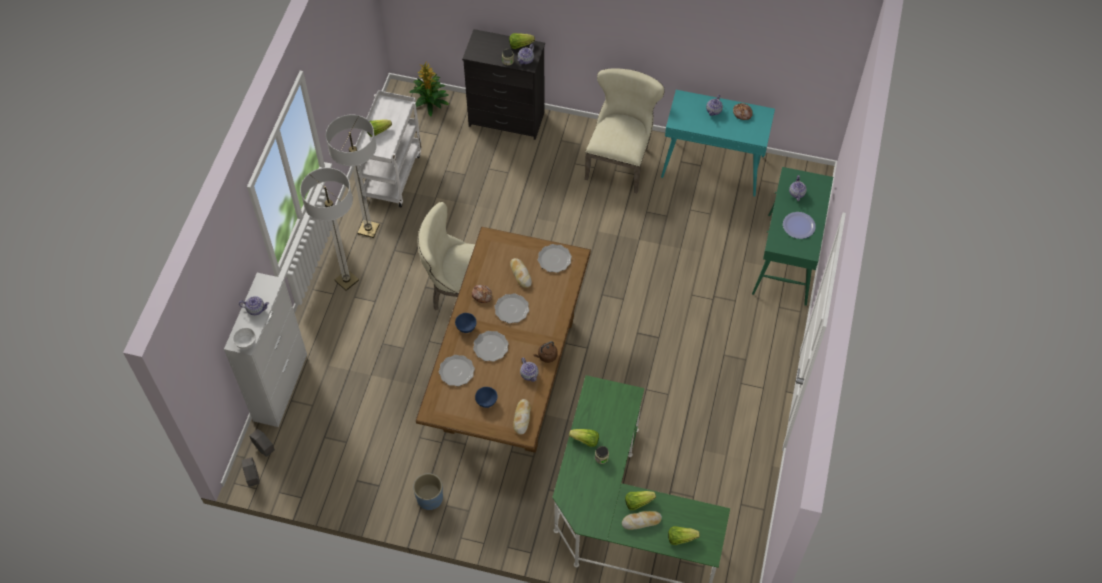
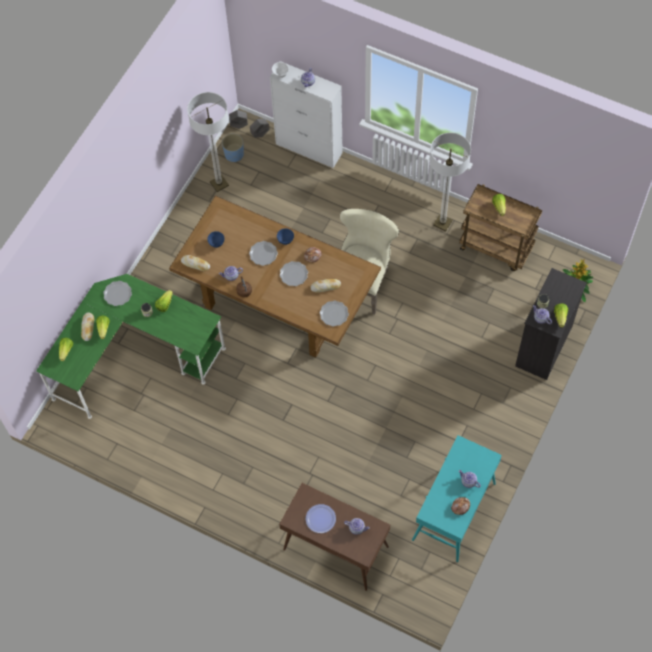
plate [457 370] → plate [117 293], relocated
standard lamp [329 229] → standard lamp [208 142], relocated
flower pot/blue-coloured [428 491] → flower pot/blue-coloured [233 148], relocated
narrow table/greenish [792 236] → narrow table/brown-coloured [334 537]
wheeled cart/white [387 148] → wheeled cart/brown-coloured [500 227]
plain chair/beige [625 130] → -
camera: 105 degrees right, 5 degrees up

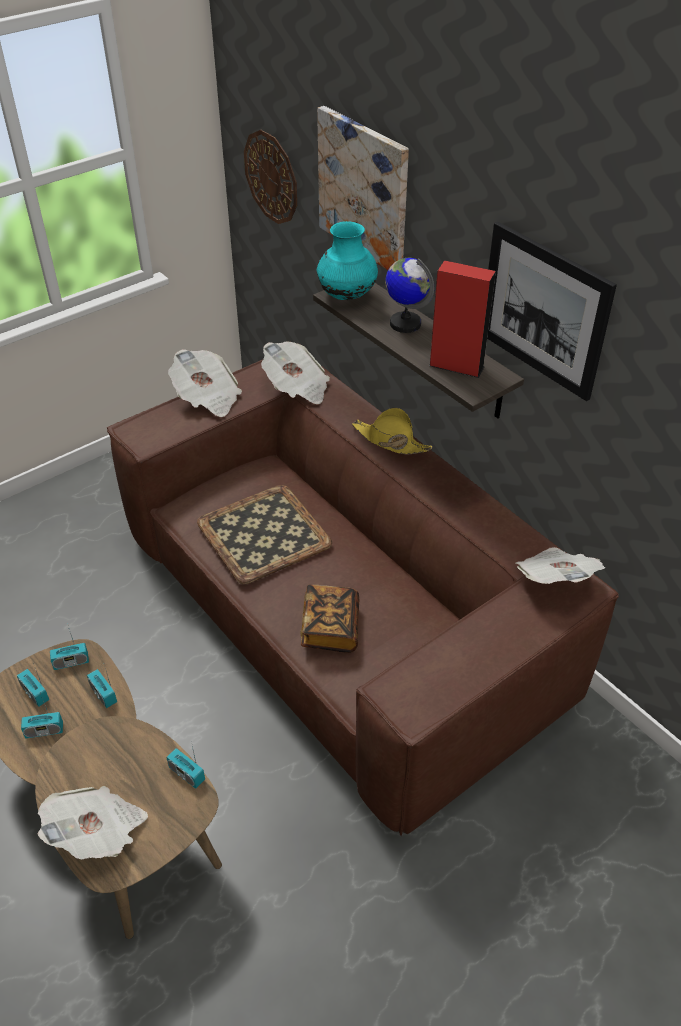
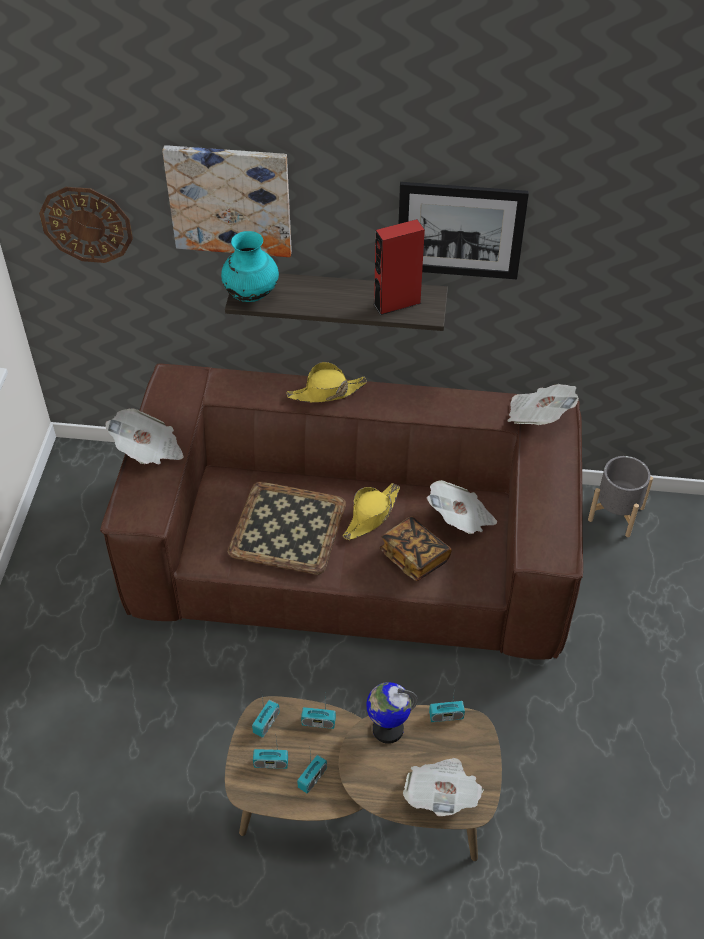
- → hat/yellowish [371 511]
globe [409 295] → globe [392 713], relocated
printed paper [295 373] → printed paper [461 507], relocated
- → flower pot/greyish [620 496]
camera: 45 degrees left, 5 degrees up

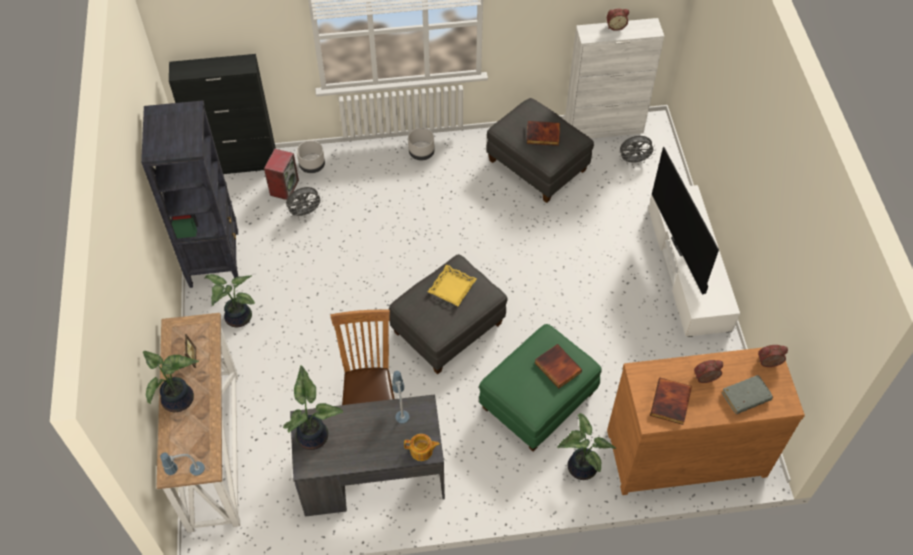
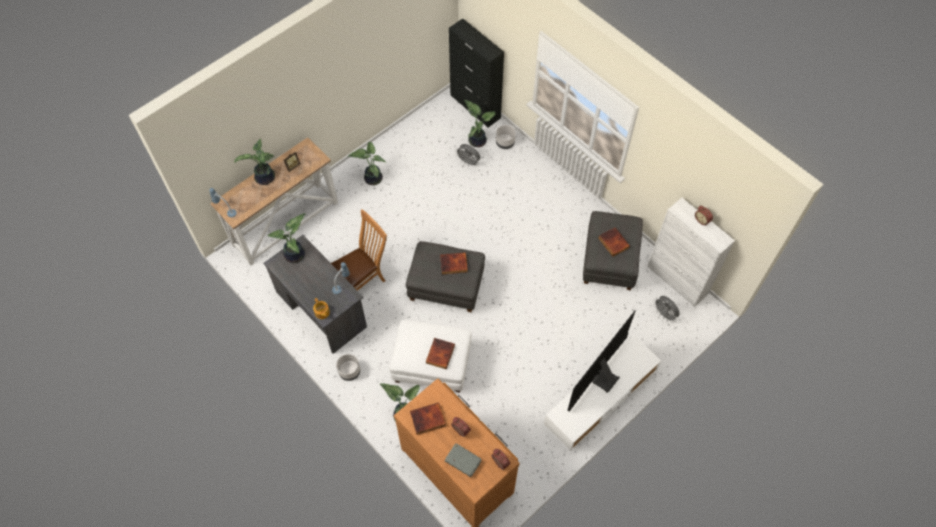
flower pot/greyish [421 144] → flower pot/greyish [348 367], relocated
ottoman/greenish [540 387] → ottoman/white [430 356]
carrying tray/yellowish [452 285] → volume [454 263]
audio speaker [281 174] → potted plant [480 123]
shelving unit/blackish [189 194] → -
camera: 55 degrees right, 5 degrees up

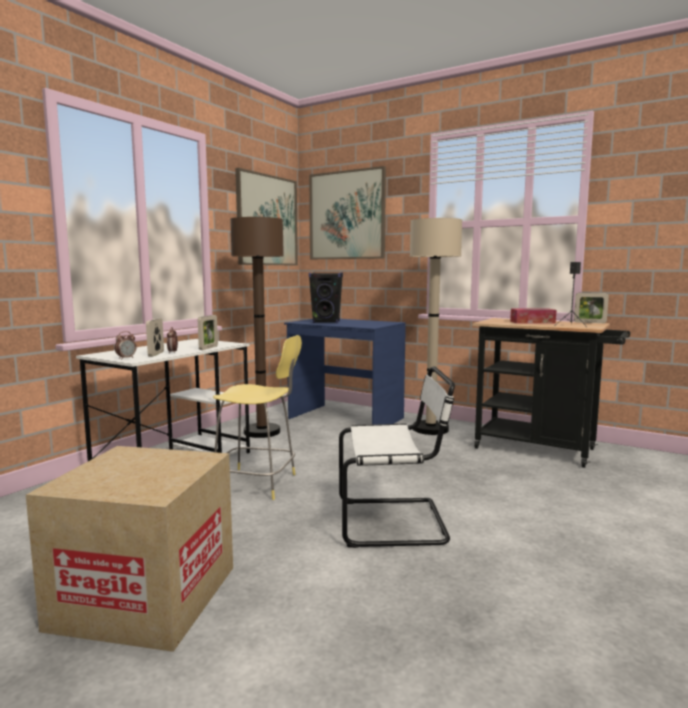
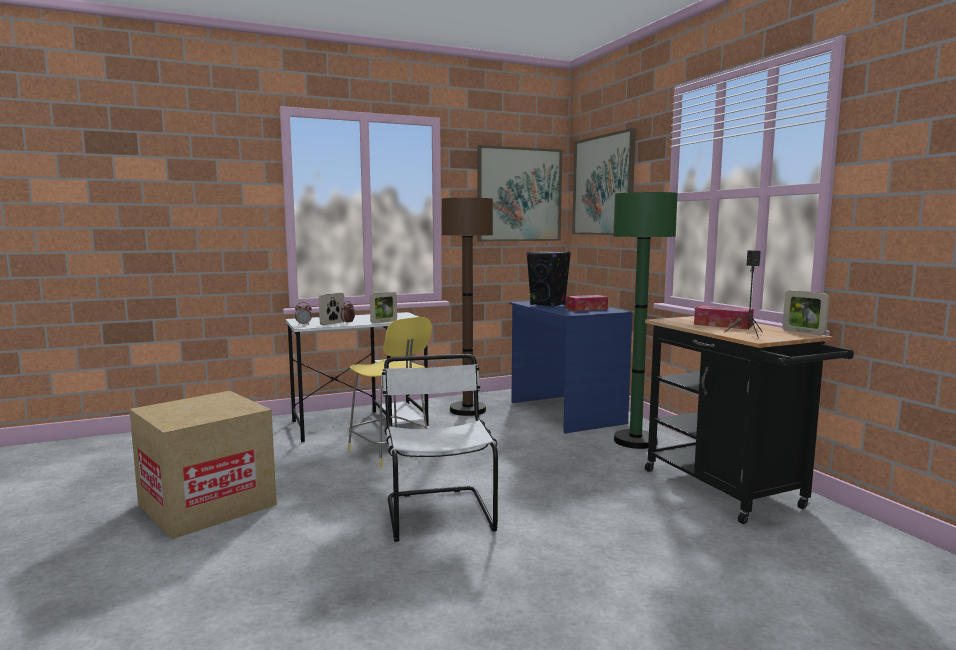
plain chair/white [397 457] → plain chair/white [440 448], 135 degrees counterclockwise
- → tissue holder [587 303]
standard lamp/beige [436 326] → standard lamp/greenish [645 320]
camera: 35 degrees right, 0 degrees up

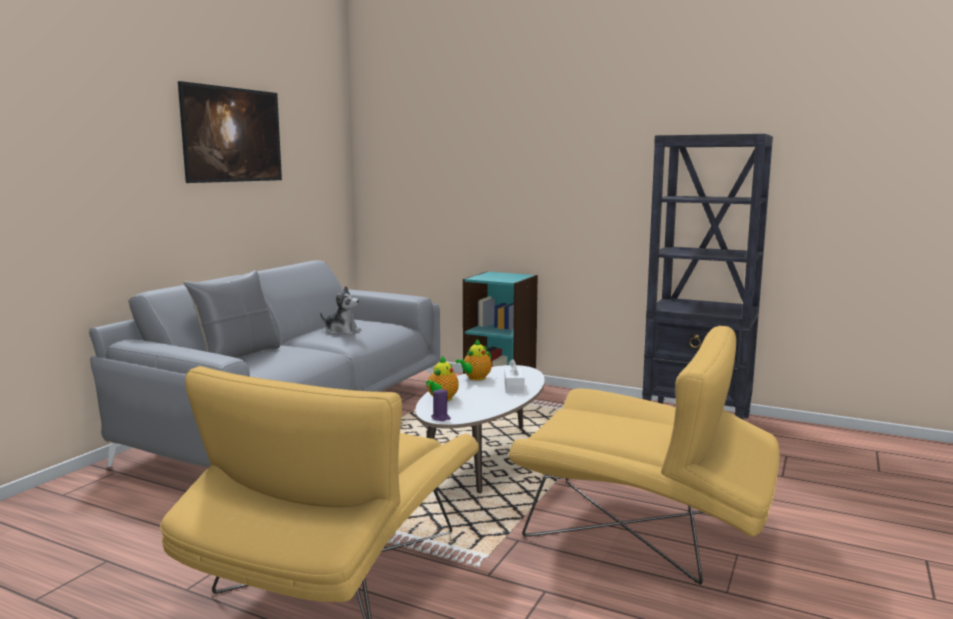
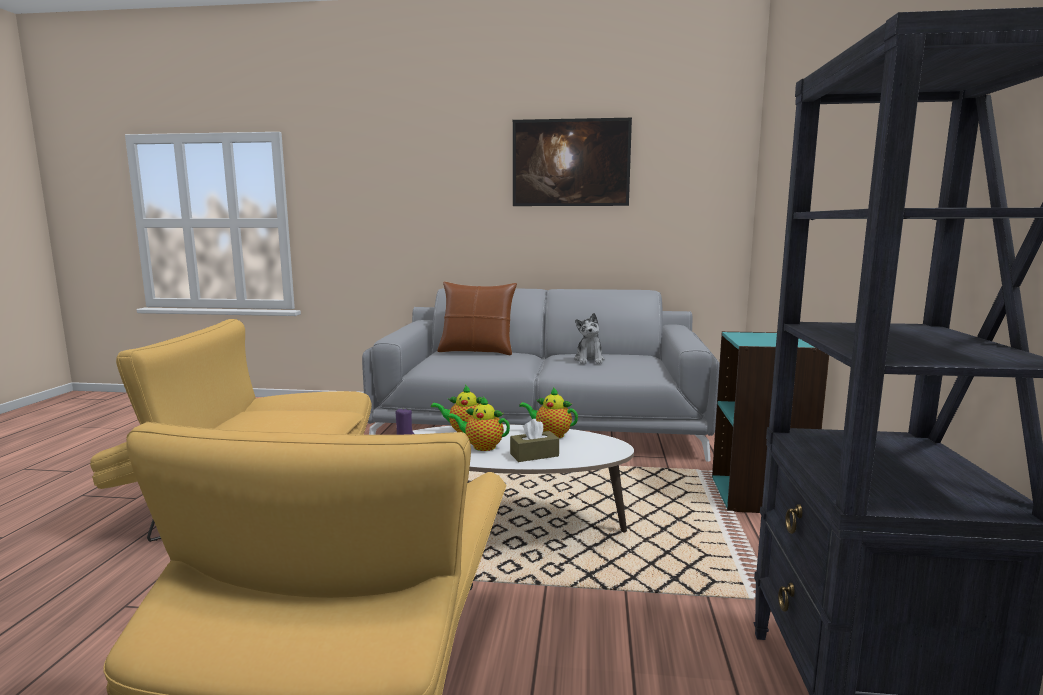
throw pillow/greyish [231 314] → throw pillow/brown-coloured [477 318]
- → teapot [478 424]
tissue holder/white [514 376] → tissue holder/brown-coloured [534 440]
camera: 70 degrees right, 0 degrees up

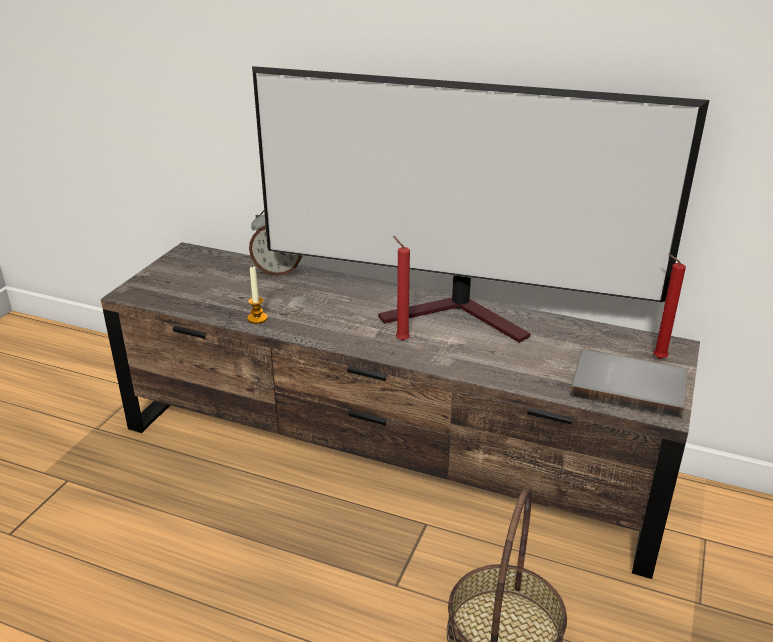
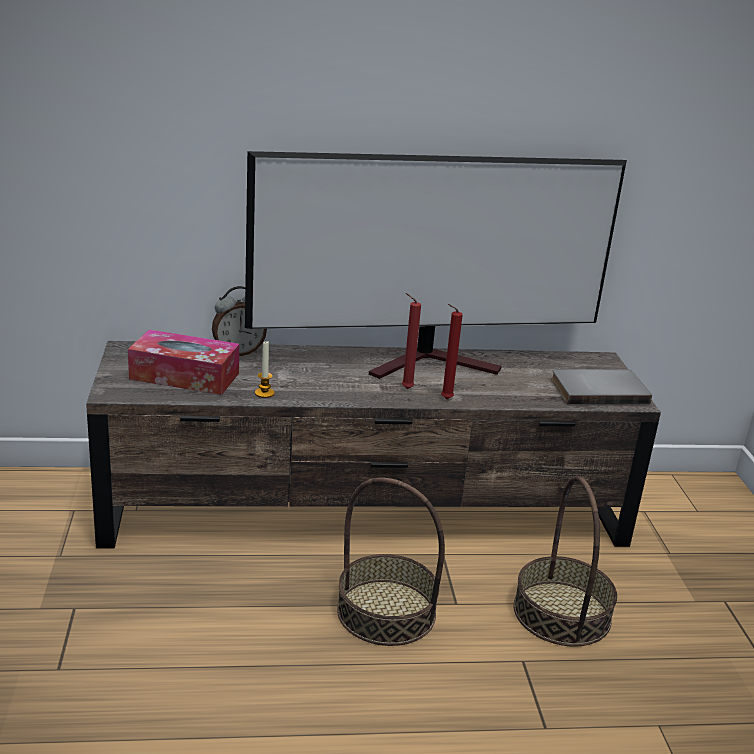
- → tissue holder [183 362]
- → household basket [391 562]
wax candle/red-coloured [669 306] → wax candle/red-coloured [452 351], relocated
camera: 30 degrees left, 5 degrees down

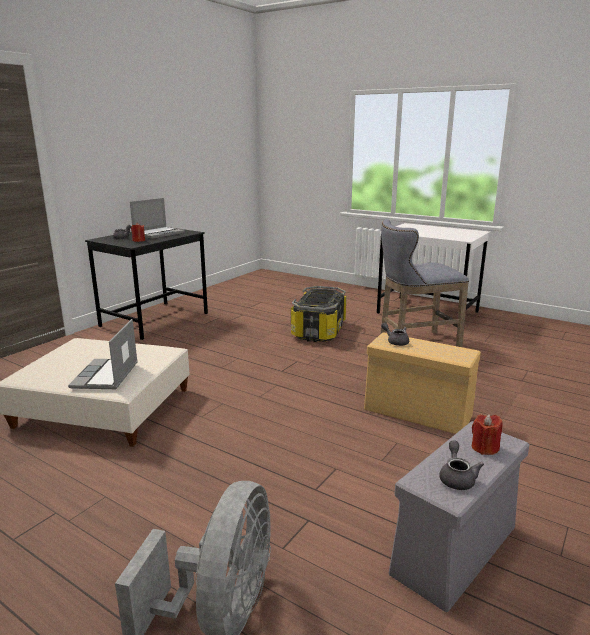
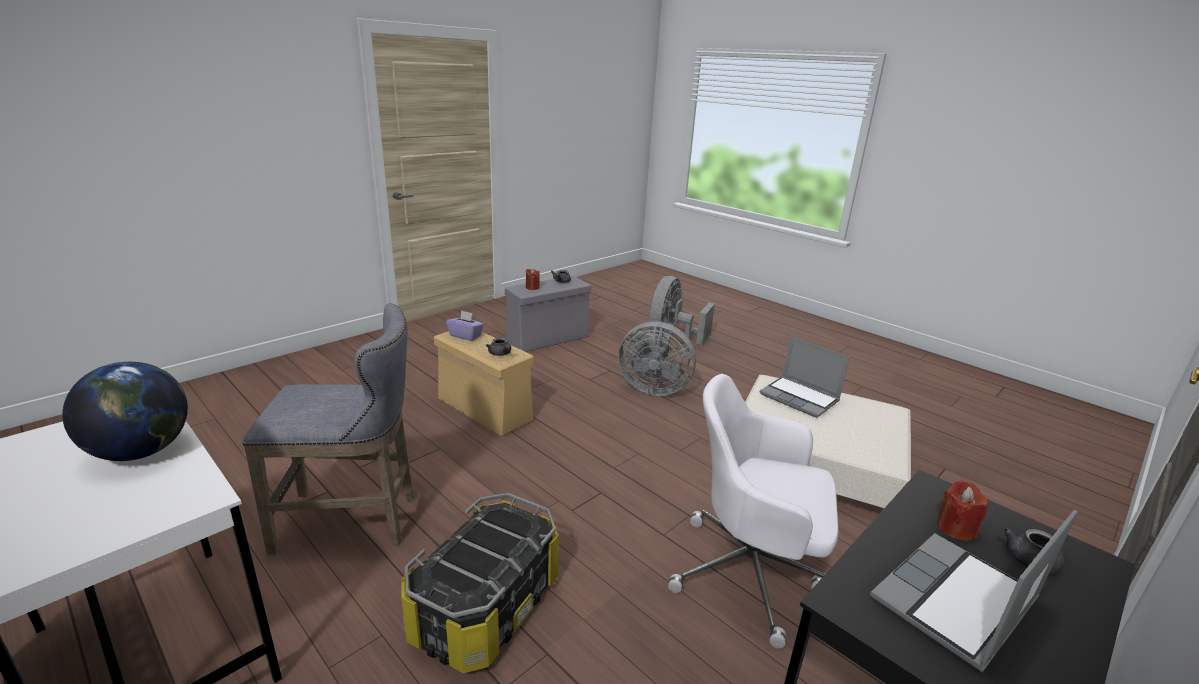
- → globe [125 411]
- → tissue holder/purple-coloured [465 325]
- → cooling fan/greyish [657 358]
- → desk chair/white [753 511]
notebook computer [103 354] → notebook computer [805 377], 120 degrees clockwise
camera: 170 degrees left, 5 degrees up

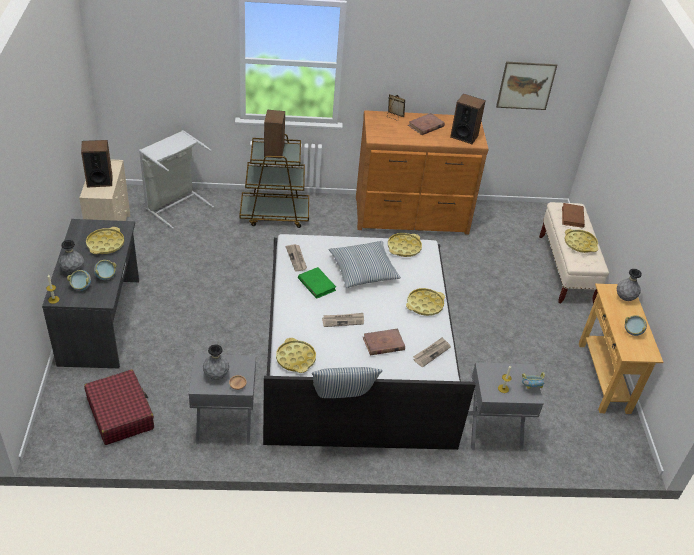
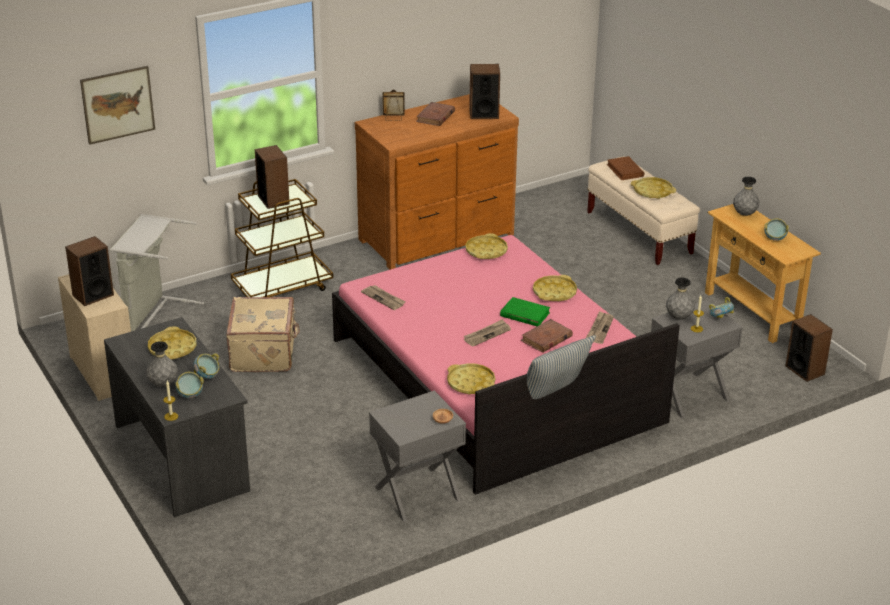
wall art [526 86] → wall art [117 105], relocated
- → suitcase/beige [263 334]
bedroom bed/white [369 342] → bedroom bed/pinkish [506 365]
volume/greenish [317 283] → volume/greenish [525 311], relocated
decorative vase/greyish [216 362] → decorative vase/greyish [680 299], relocated
- → audio speaker [809 348]
suitcase/red-coloured [119 407] → -
throw pillow [365 264] → -
camera: 25 degrees left, 10 degrees down

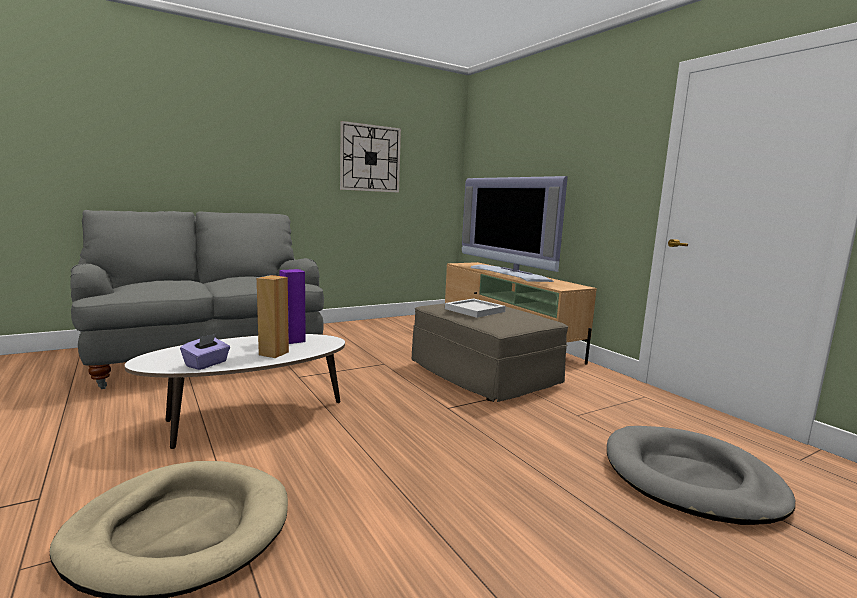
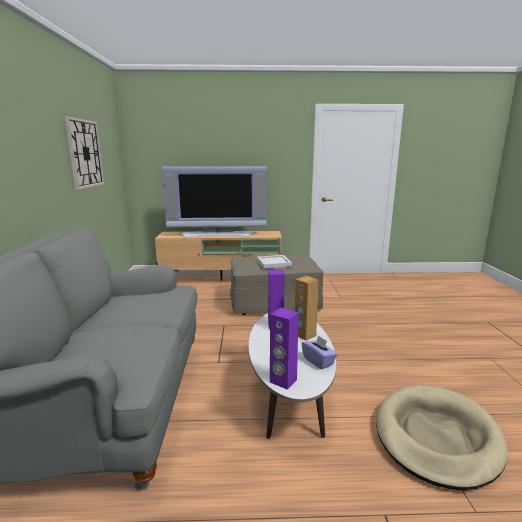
- → audio speaker/purple-coloured [284 348]
pet bed/greyish [701 475] → -
camera: 60 degrees left, 5 degrees up

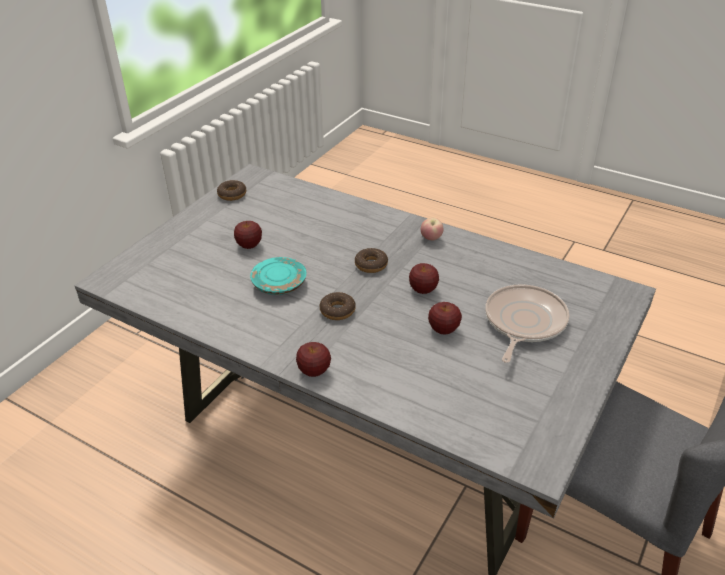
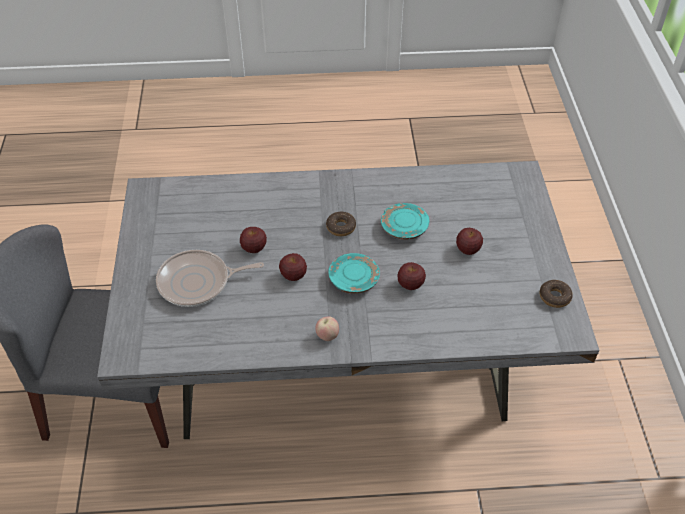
skillet [527 323] → skillet [210 278], 90 degrees clockwise
doughnut [371 260] → plate/turquoise-coloured [354 273]
apple fruit [313 359] → apple fruit [411 276], relocated
camera: 145 degrees right, 10 degrees up

